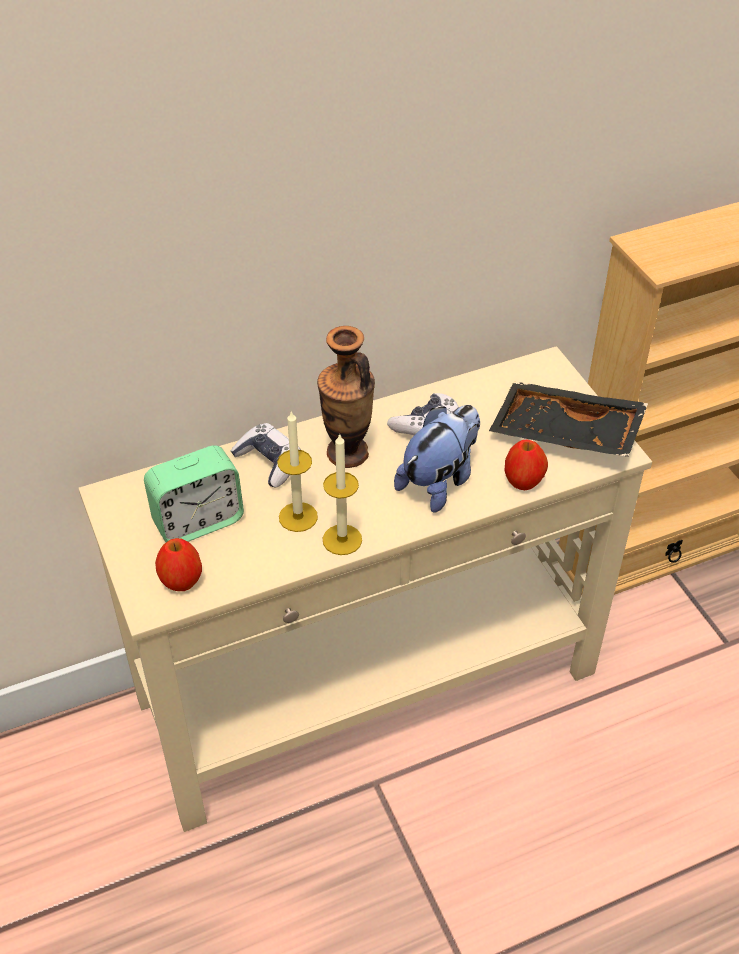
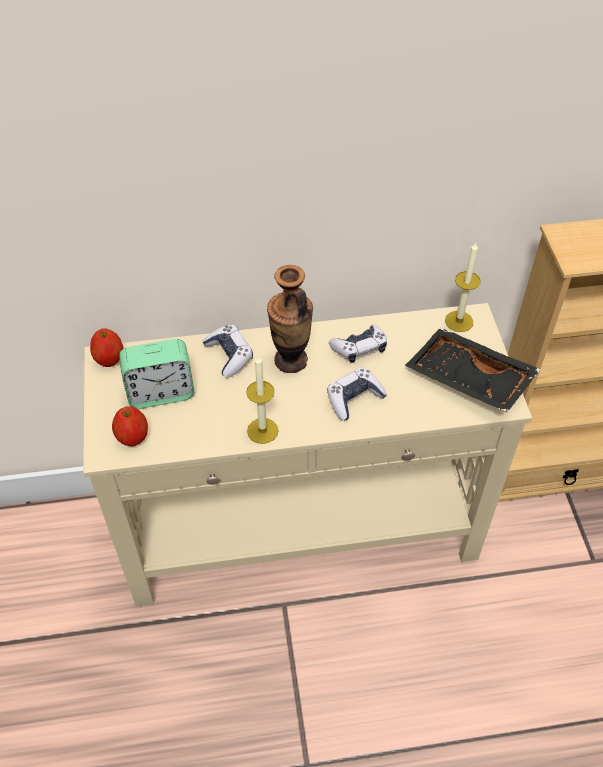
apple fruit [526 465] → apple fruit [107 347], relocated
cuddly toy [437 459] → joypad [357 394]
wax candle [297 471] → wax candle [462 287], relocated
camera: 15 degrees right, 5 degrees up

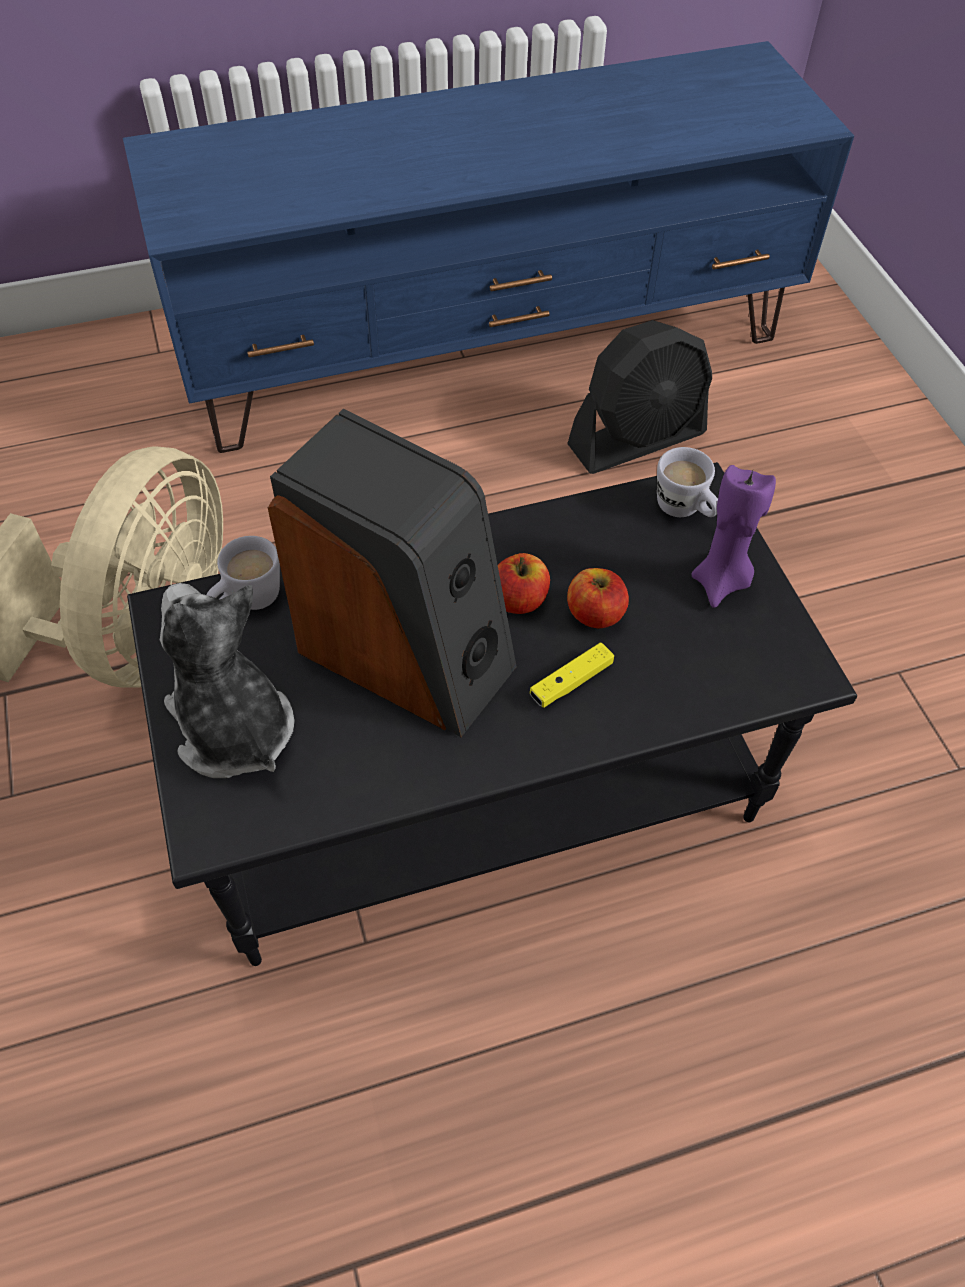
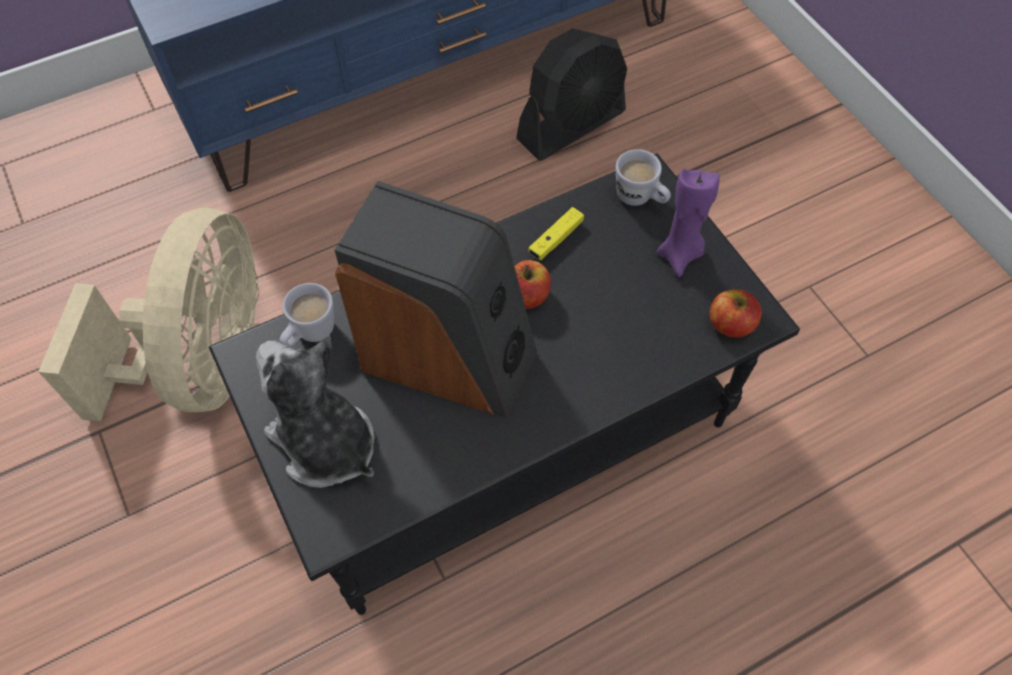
joypad/yellowish [572 675] → joypad/yellowish [556 233], relocated
apple fruit [598 598] → apple fruit [736 313], relocated
camera: 10 degrees left, 5 degrees up

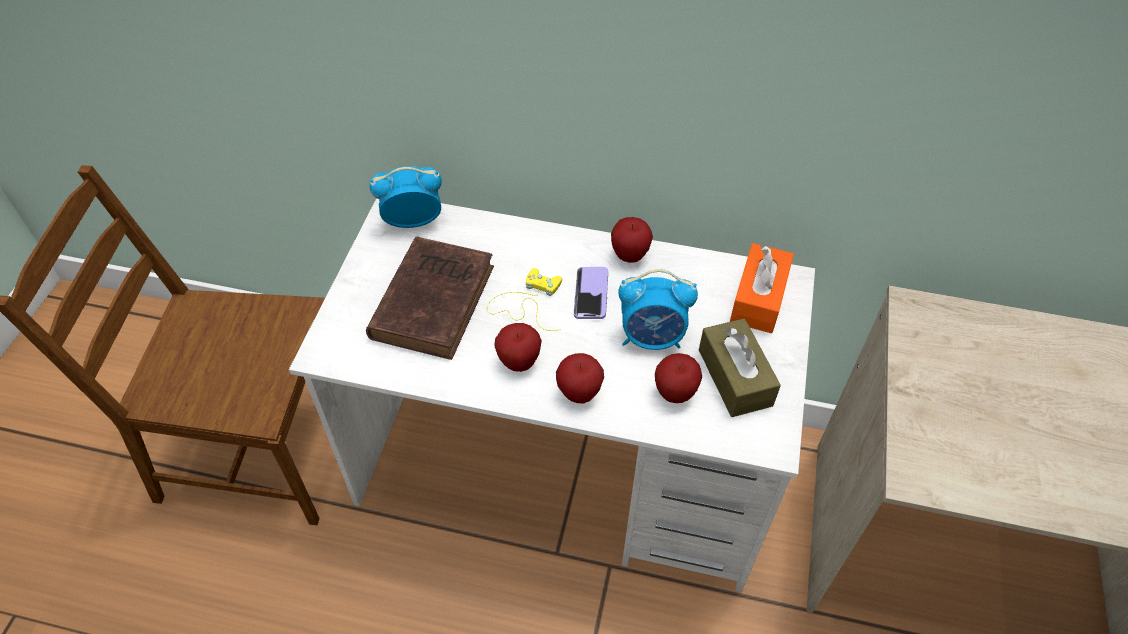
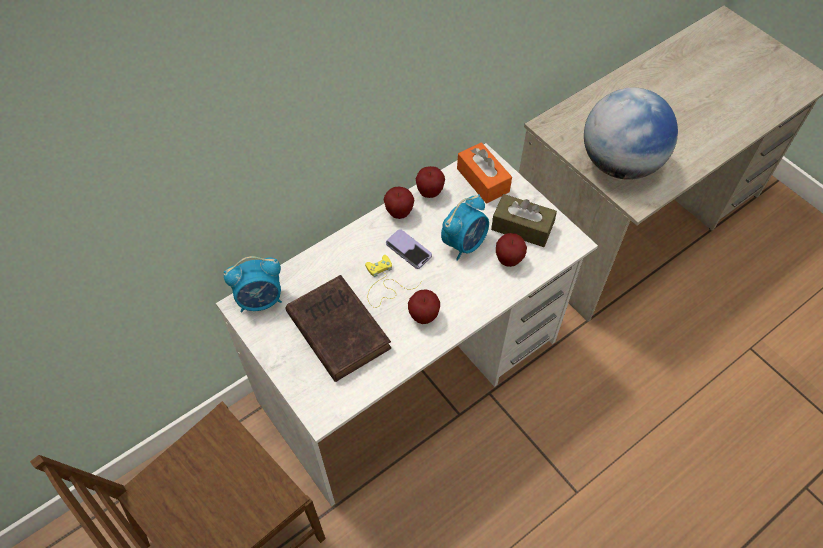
alarm clock [405 197] → alarm clock [253 284], 135 degrees counterclockwise
apple fruit [580 378] → apple fruit [430 182], relocated
- → globe [631 133]
camera: 50 degrees left, 5 degrees up

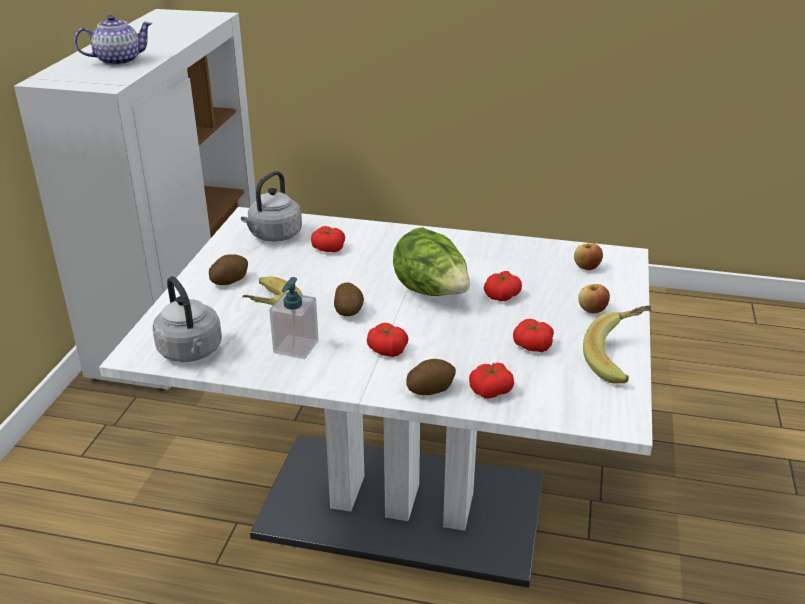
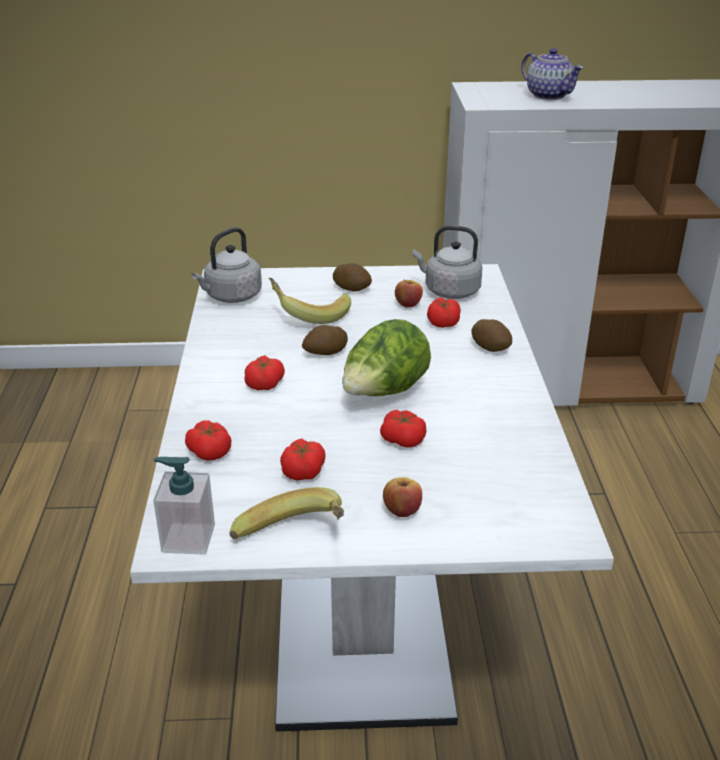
liquid soap bottle [294 318] → liquid soap bottle [184 506], relocated
apple fruit [588 256] → apple fruit [409 294], relocated
potato [431 377] → potato [491 335], relocated
camera: 75 degrees right, 0 degrees up

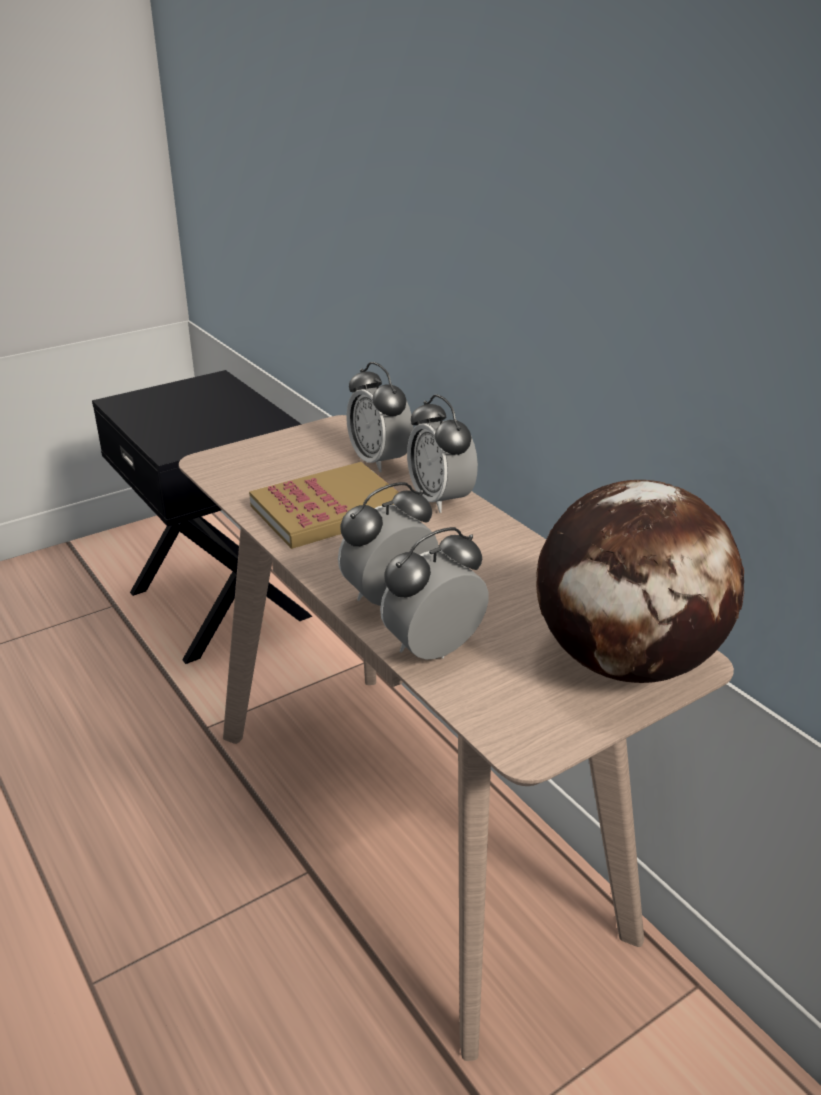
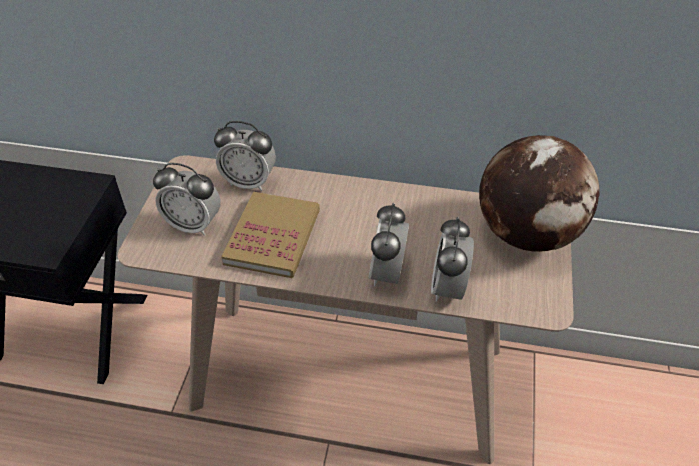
alarm clock [442 454] → alarm clock [187 199], relocated
camera: 45 degrees left, 15 degrees up

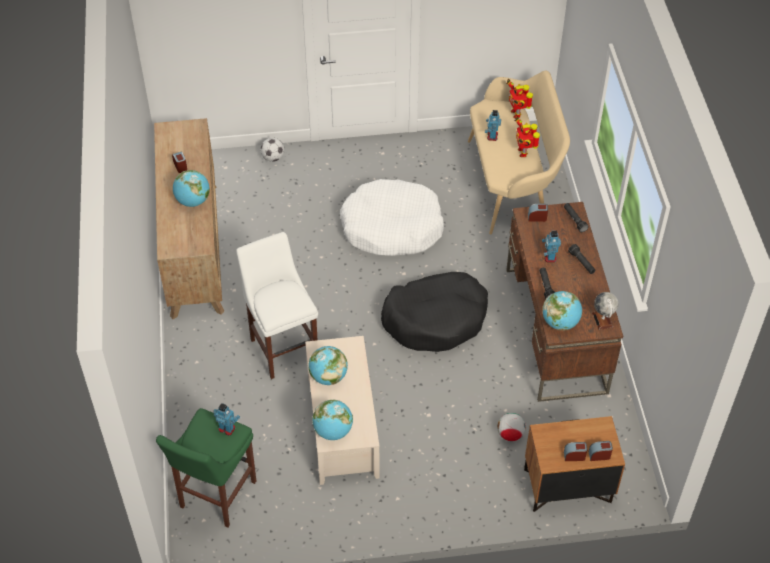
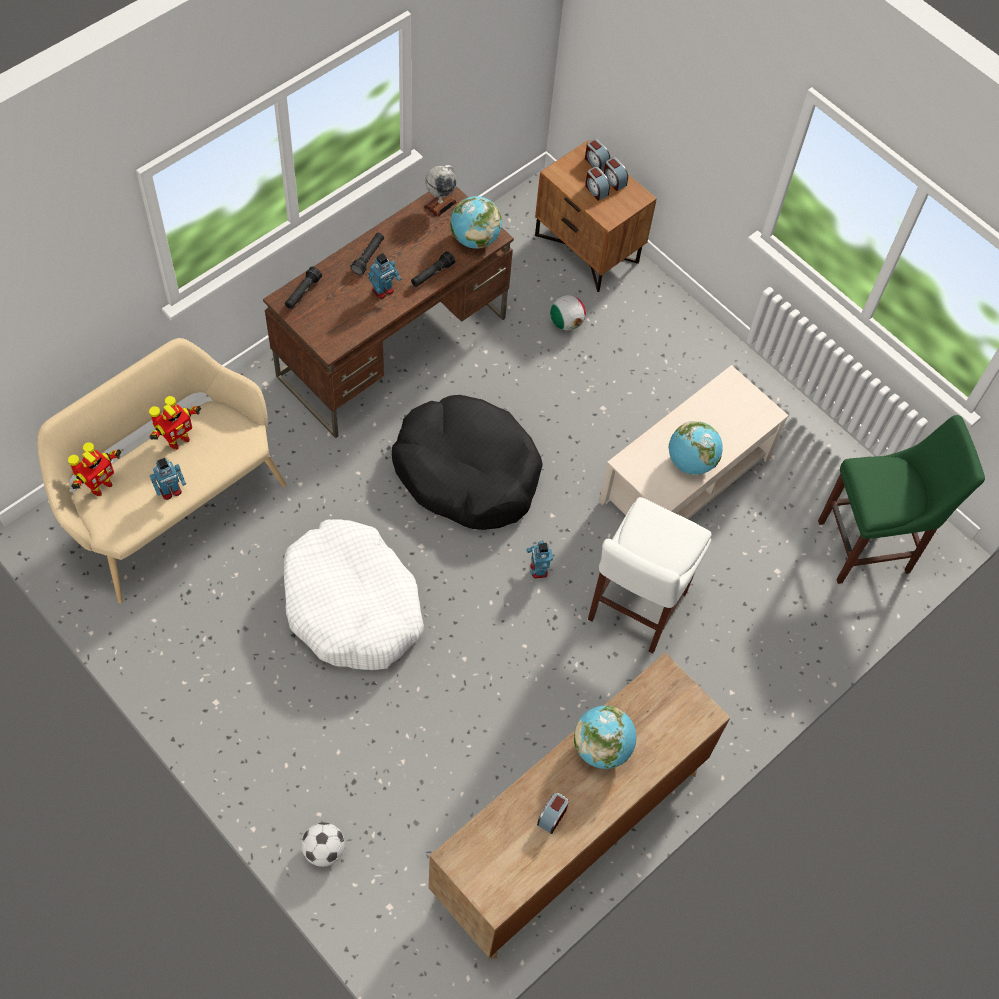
toy robot [226 419] → toy robot [539 559], relocated
alarm clock [538 213] → alarm clock [597 184], relocated
globe [332 420] → -
camera: 130 degrees left, 10 degrees up

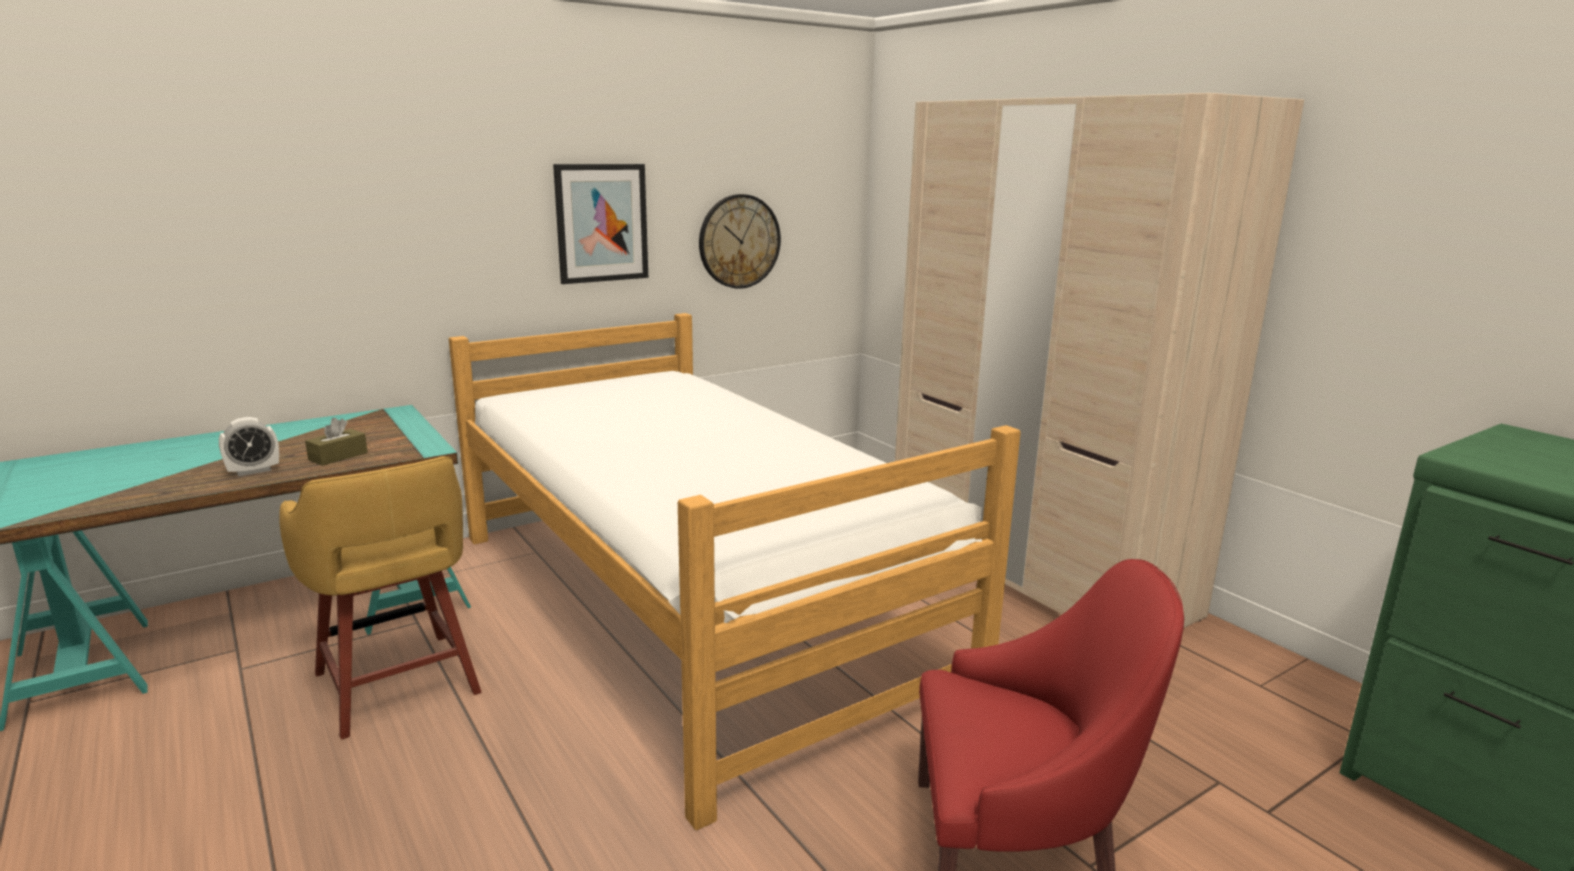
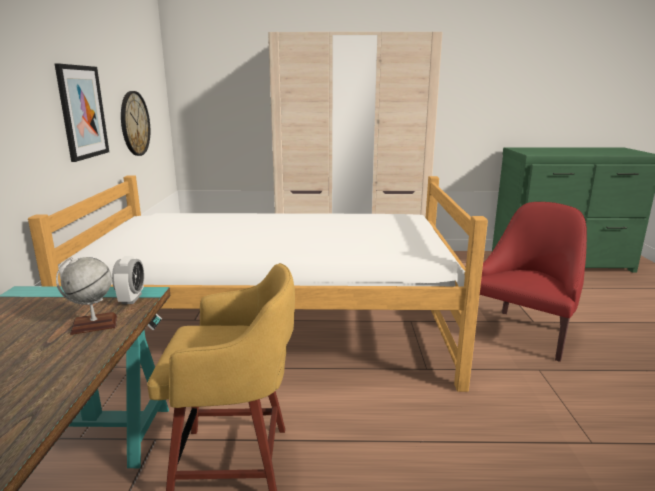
tissue holder/brown-coloured [336 442] → globe [86 296]
alarm clock [249 446] → alarm clock [128 280], relocated
camera: 55 degrees left, 0 degrees up

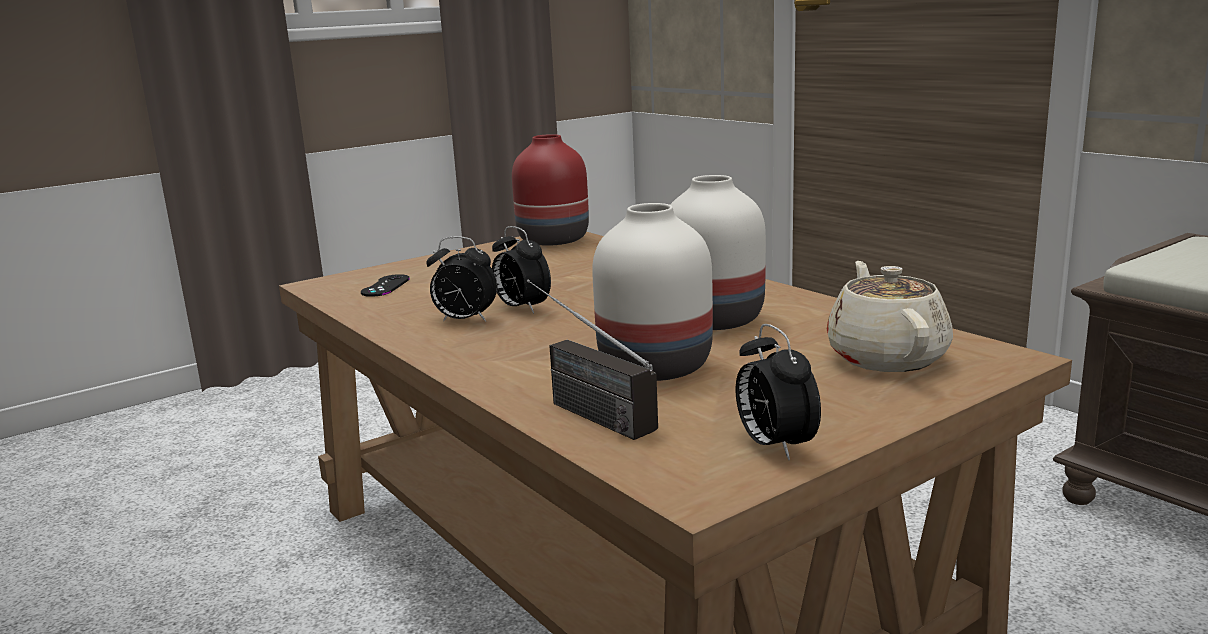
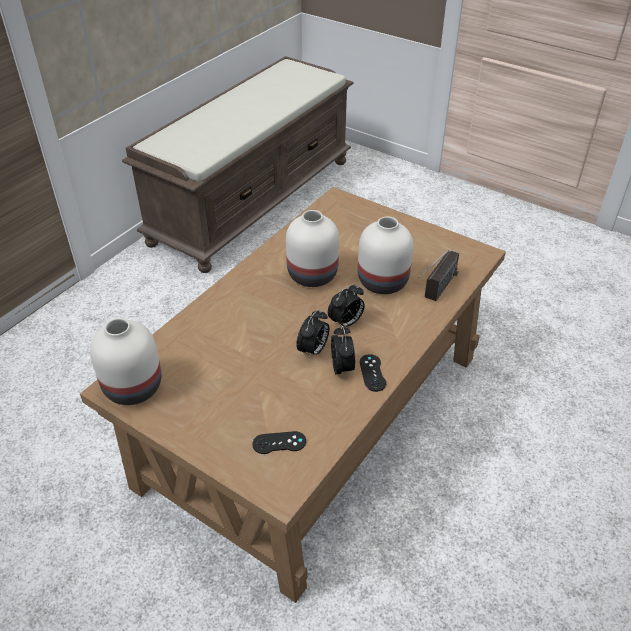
decorative vase/red-coloured [550 190] → decorative vase/white [125 361]
alarm clock [778 392] → alarm clock [346 306], relocated
- → joypad/blackish [373 373]
teapot/beige [890 316] → -
camera: 110 degrees left, 25 degrees up

